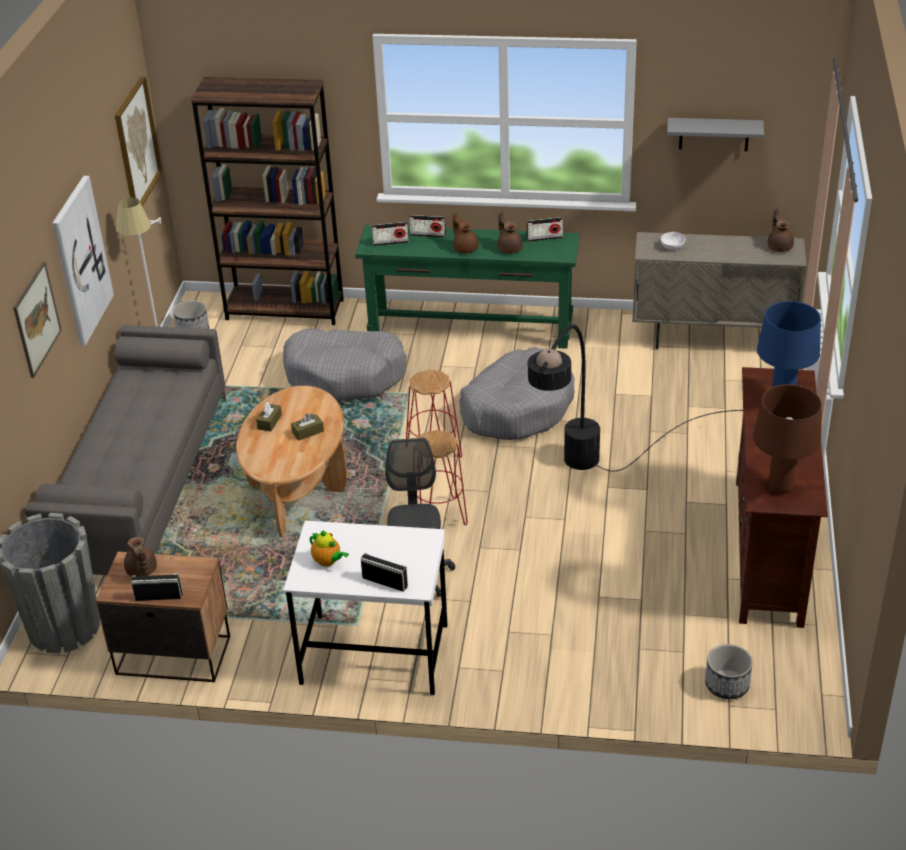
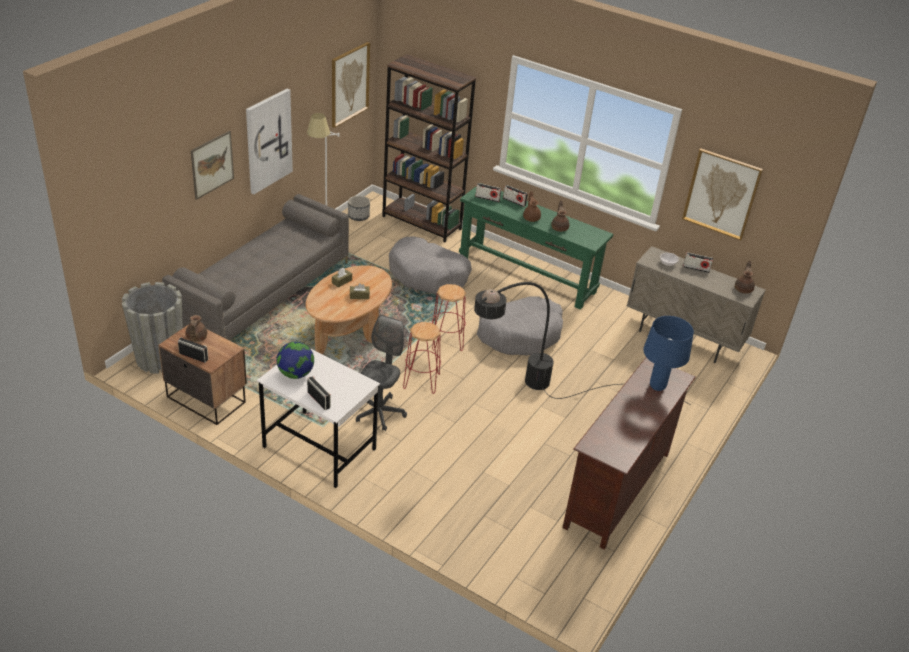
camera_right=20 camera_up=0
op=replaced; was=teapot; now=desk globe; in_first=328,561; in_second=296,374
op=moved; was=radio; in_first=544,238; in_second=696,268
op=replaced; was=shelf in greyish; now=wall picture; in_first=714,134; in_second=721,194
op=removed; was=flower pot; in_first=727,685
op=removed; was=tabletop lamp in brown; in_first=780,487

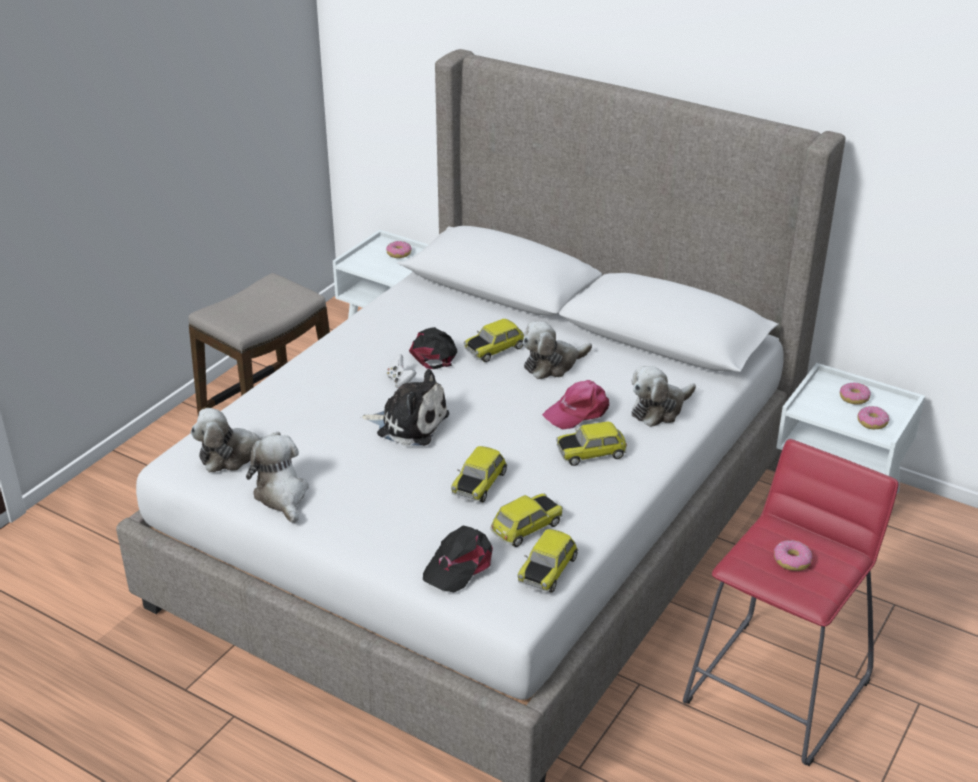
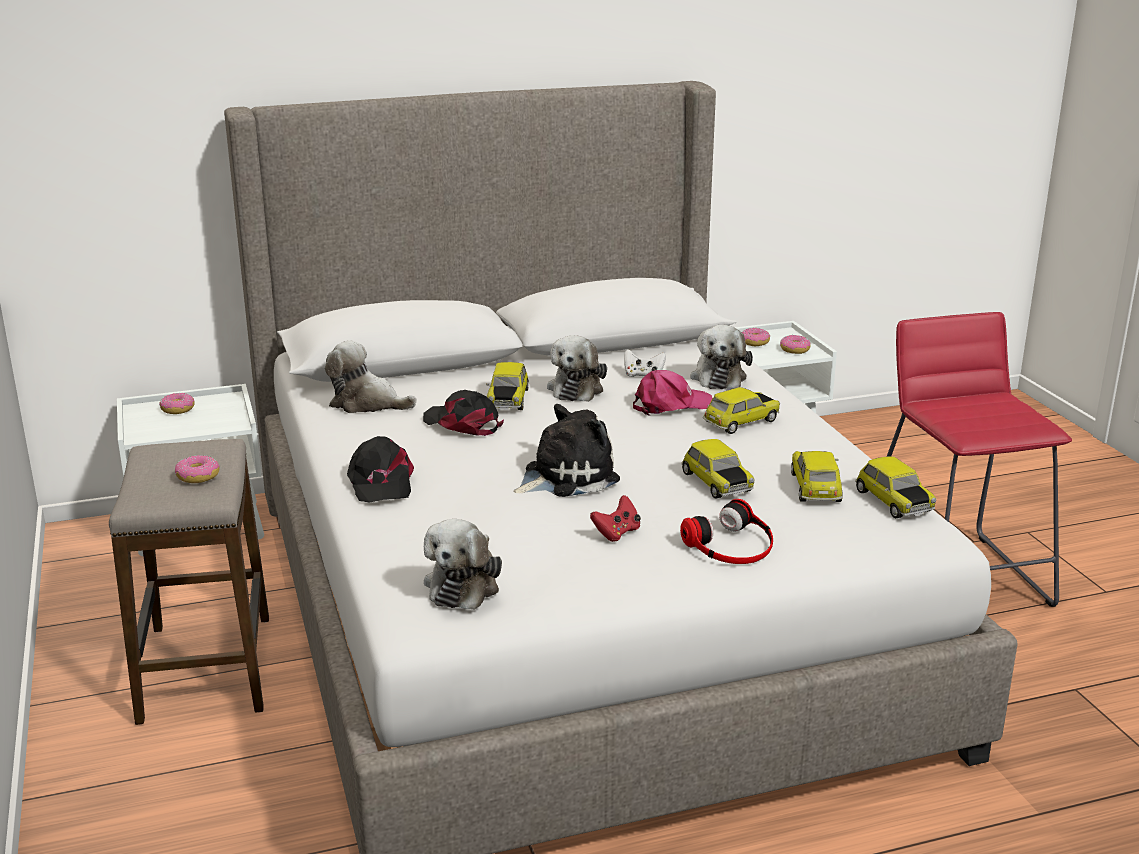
camera_right=-50 camera_up=-10
op=moved; was=plush toy; in_first=282,495; in_second=366,403
op=moved; was=joypad in whitish; in_first=400,381; in_second=643,375
op=moved; was=cap in blackish; in_first=459,565; in_second=380,482
op=turned; was=cap in pink-coloured; in_first=578,412; in_second=670,404; clockwise=-120
op=turned; was=toy car; in_first=591,452; in_second=741,422; clockwise=-150
op=moved; was=doughnut; in_first=791,561; in_second=197,476
op=added; now=joypad in red; in_second=617,533
op=added; now=headphones; in_second=731,545

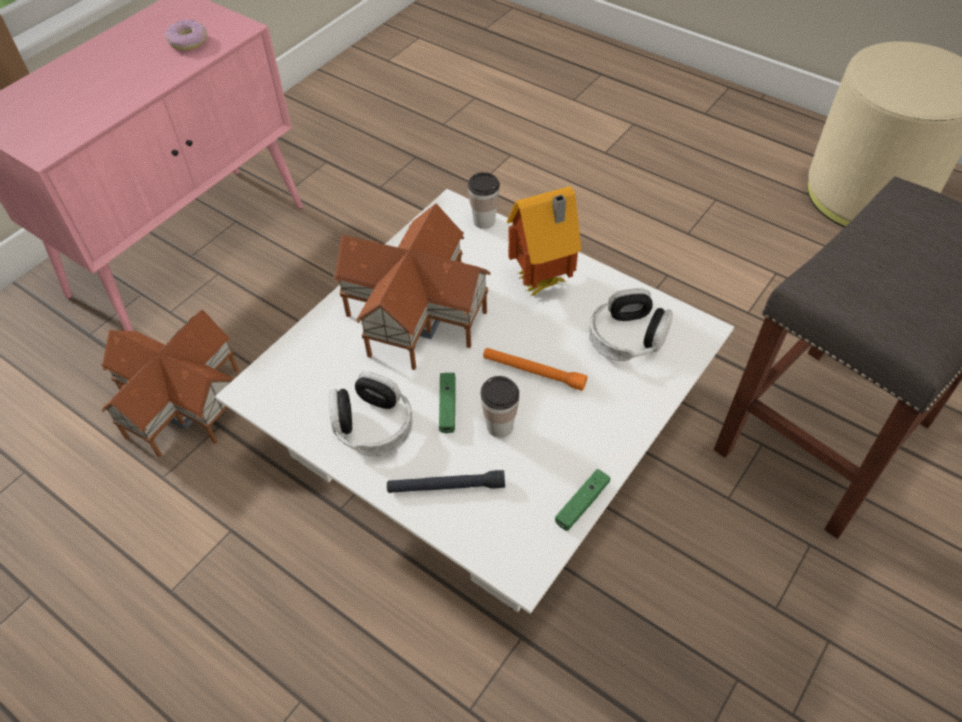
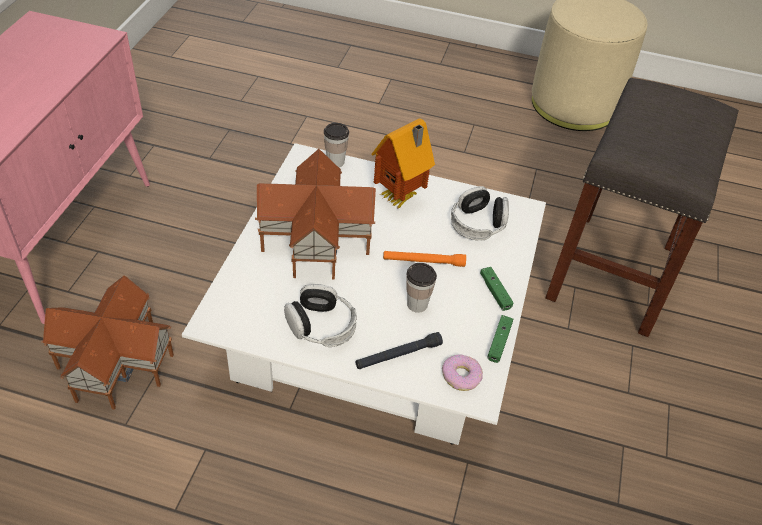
camera_right=-25 camera_up=-5
op=moved; was=doughnut; in_first=188,41; in_second=461,376
op=moved; was=joypad in green-coloured; in_first=447,406; in_second=495,292

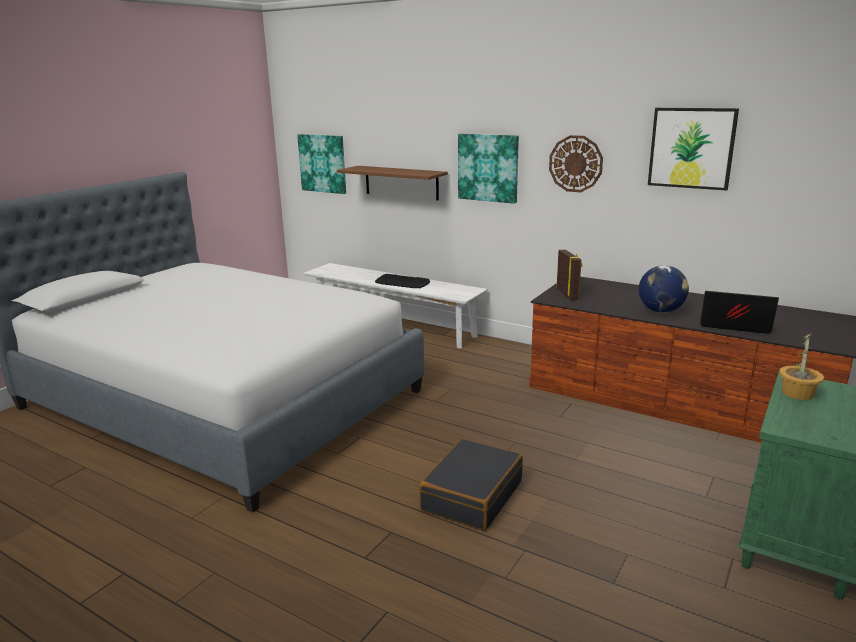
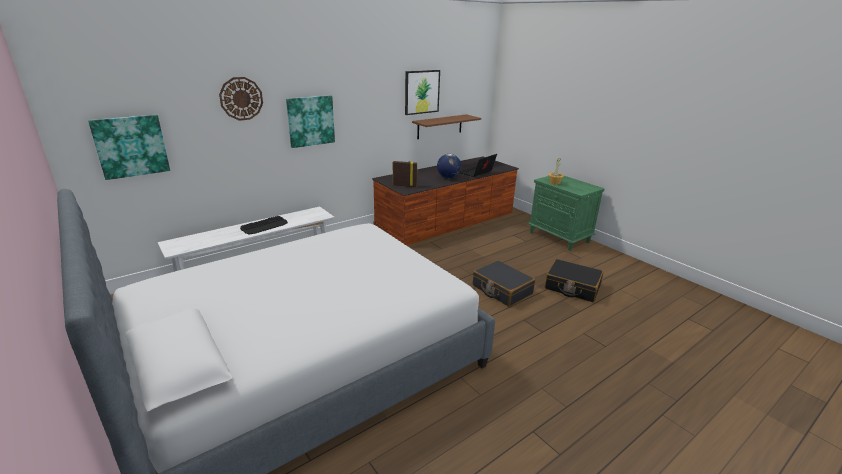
camera_right=-70 camera_up=5
op=moved; was=shelf in brown; in_first=401,182; in_second=439,126
op=moved; was=clock on the wall; in_first=575,163; in_second=241,98
op=added; now=travel case in blackish; in_second=572,287

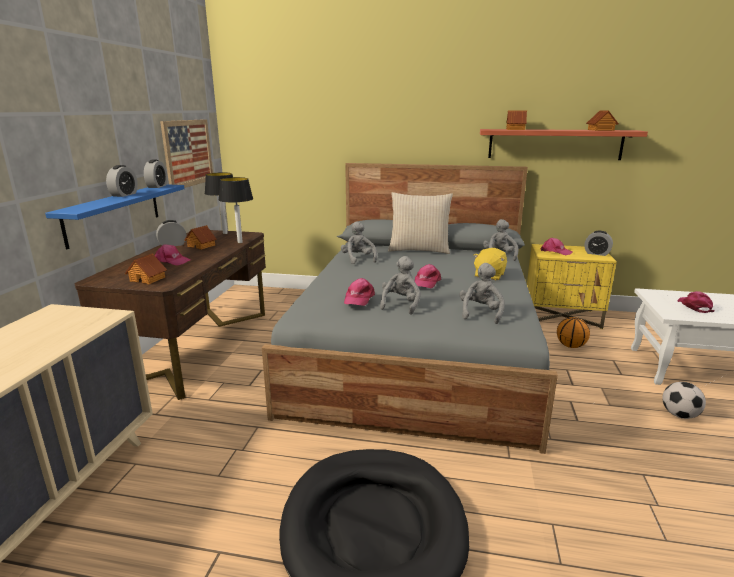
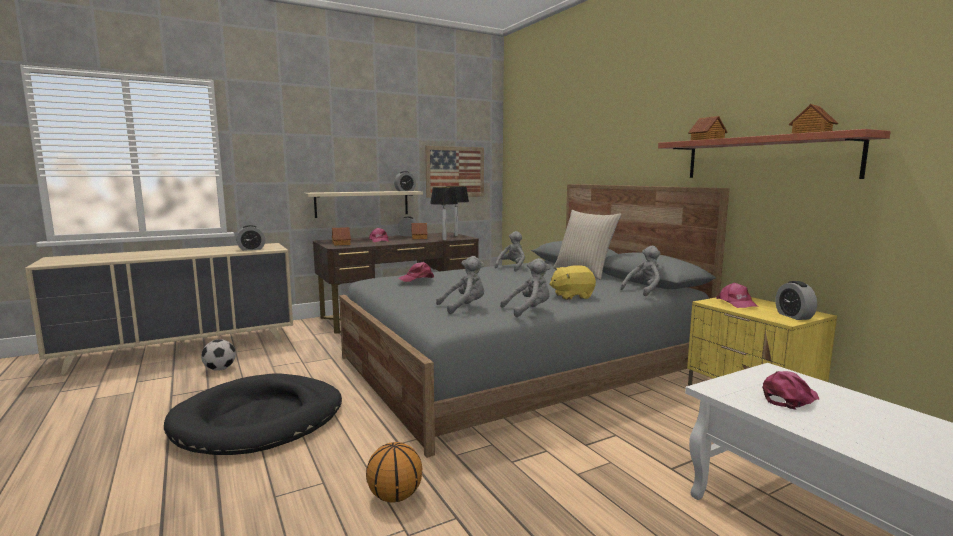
camera_right=50 camera_up=-10
op=recoloured; was=shelf in blue; now=shelf in sand-coloured; in_first=114,213; in_second=362,203
op=moved; was=table clock; in_first=124,195; in_second=251,249
op=moved; was=plush toy in greyish; in_first=400,304; in_second=529,310
op=removed; was=cap in pink-coloured; in_first=426,282
op=moved; was=ball for basketball; in_first=571,346; in_second=395,497
op=moved; was=football ball; in_first=679,415; in_second=220,369

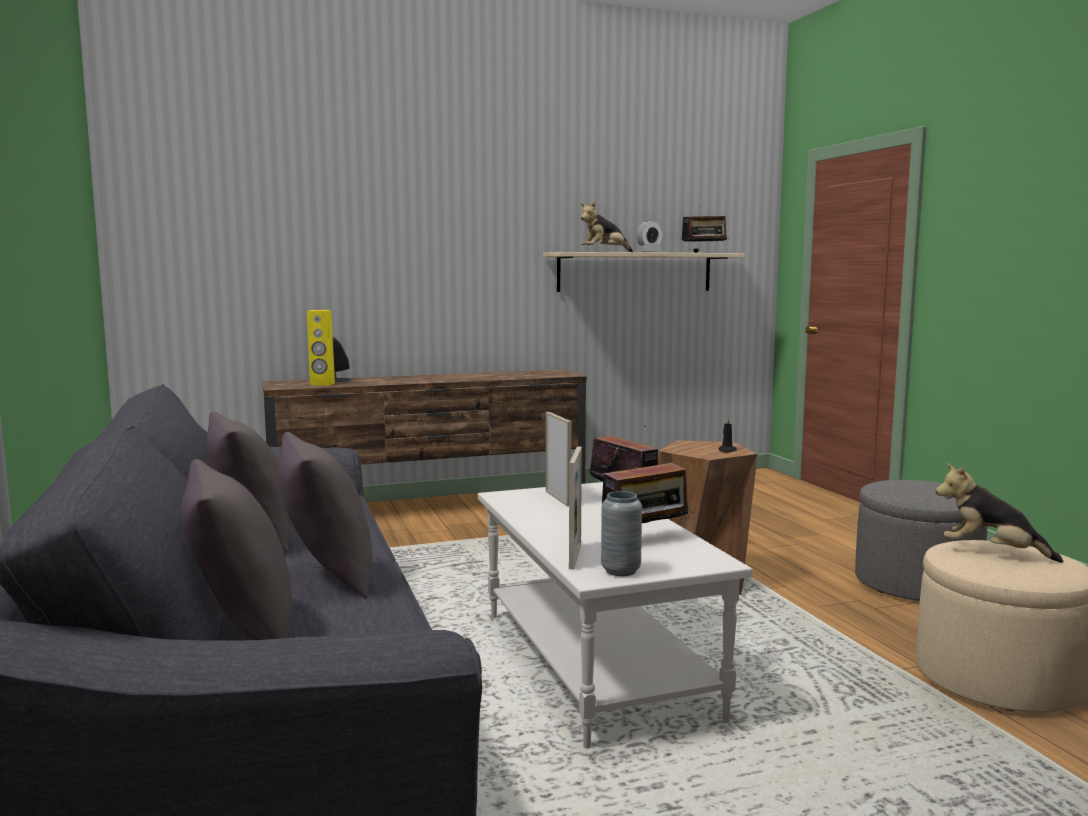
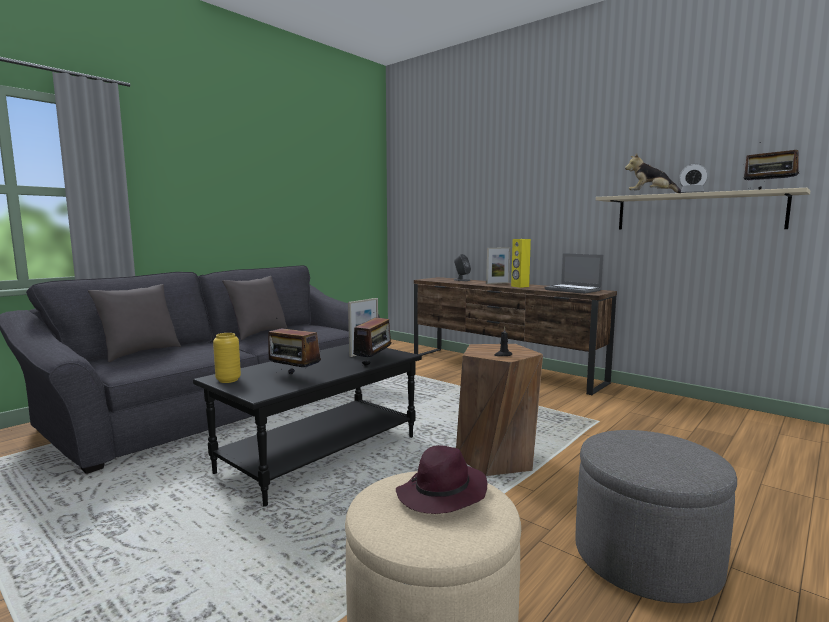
camera_right=60 camera_up=0
op=removed; was=throw pillow in greyish; in_first=327,577
op=moved; was=speaker in yellowish; in_first=322,384; in_second=519,286
op=recoloured; was=lounge table in whitish; now=lounge table in blackish; in_first=591,663; in_second=320,453
op=moved; was=picture frame; in_first=575,556; in_second=497,283
op=recoloured; was=decorative vase in greyish; now=decorative vase in yellowish; in_first=620,571; in_second=228,380
op=replaced; was=plush toy; now=hat in purple; in_first=991,553; in_second=442,495
op=added; now=portable computer; in_second=573,290

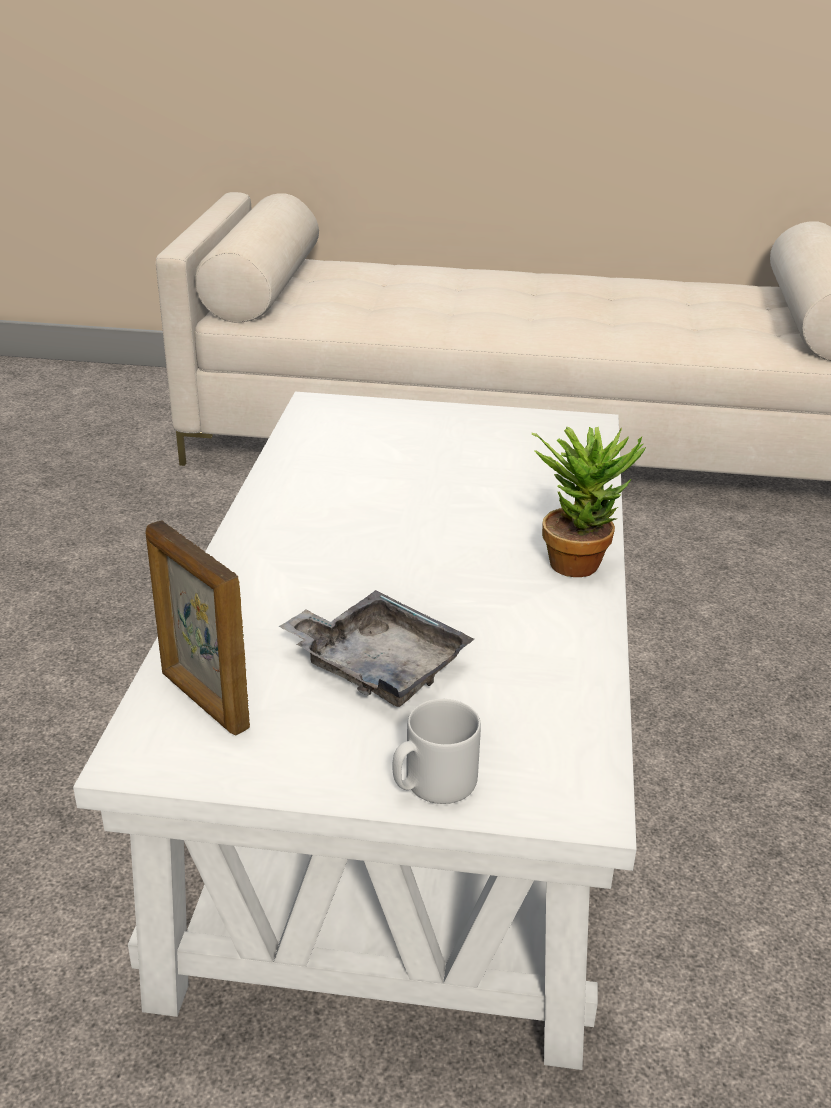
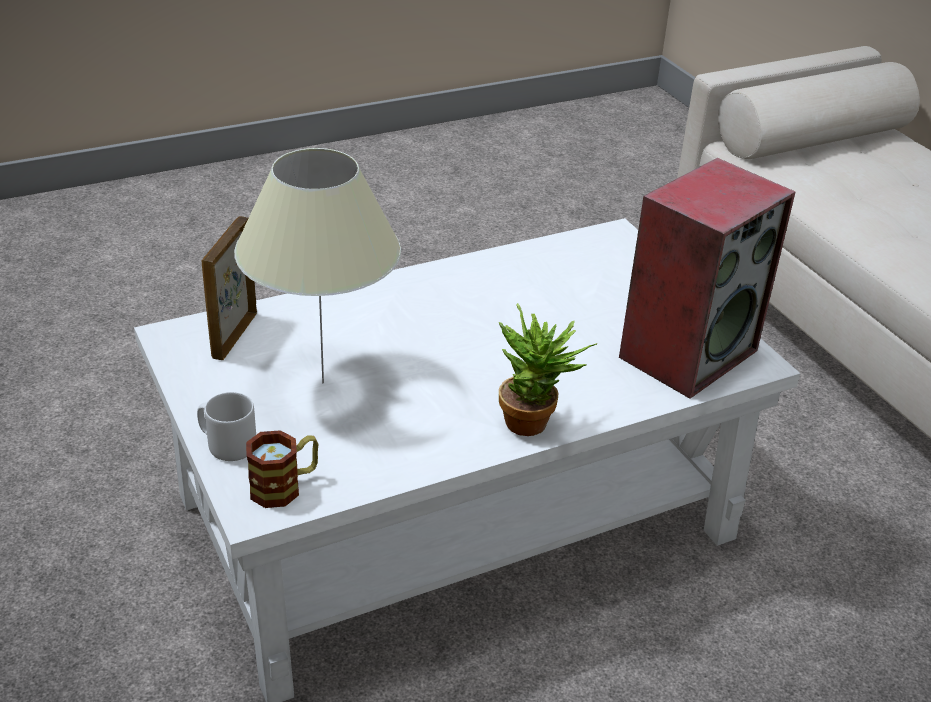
camera_right=55 camera_up=5
op=replaced; was=tray in greyish; now=tabletop lamp in sand-coloured; in_first=378,665; in_second=323,382
op=added; now=mug; in_second=285,486
op=added; now=speaker; in_second=688,352

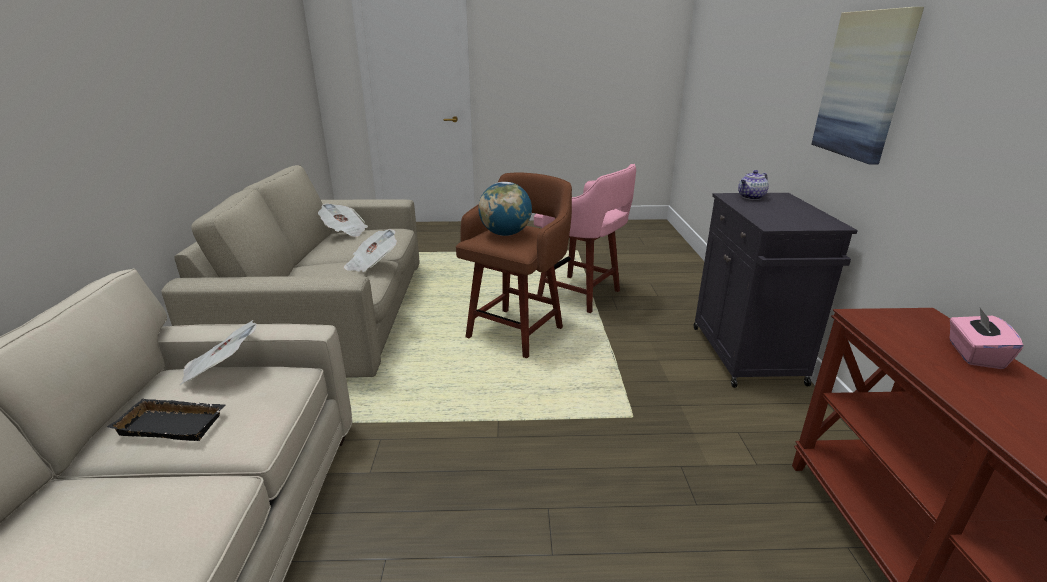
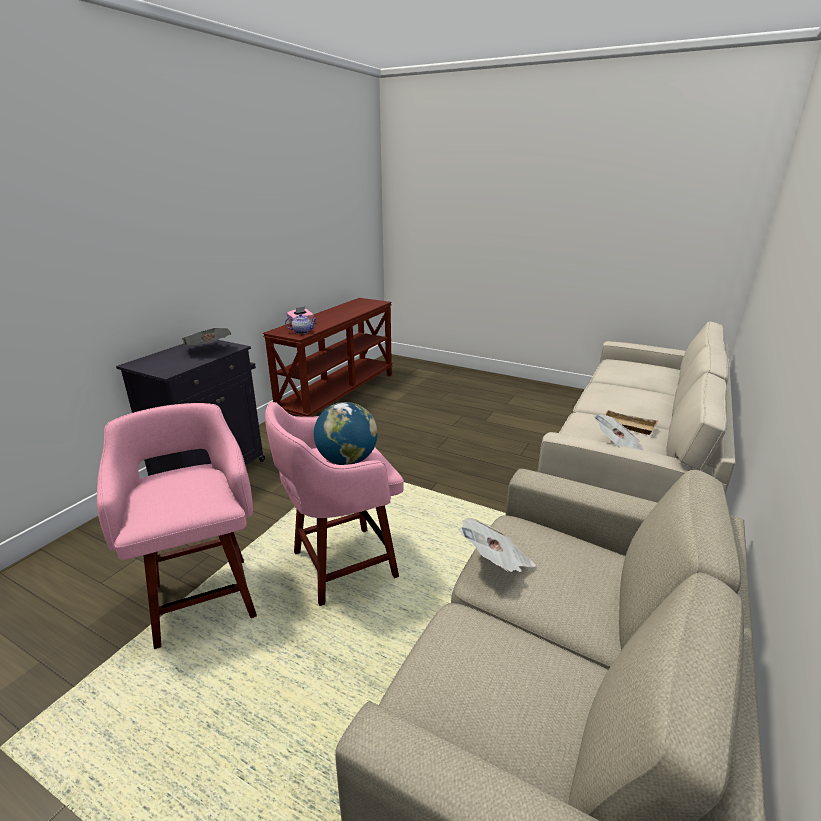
camera_right=-150 camera_up=0
op=recoloured; was=tray in blackish; now=tray in sand-coloured; in_first=175,423; in_second=627,426
op=moved; was=newspaper; in_first=345,231; in_second=209,350
op=recoloured; was=stool in brown; now=stool in pink-coloured; in_first=517,331; in_second=340,566
op=moved; was=teapot; in_first=751,197; in_second=302,332
op=removed; was=wall picture; in_first=863,85

